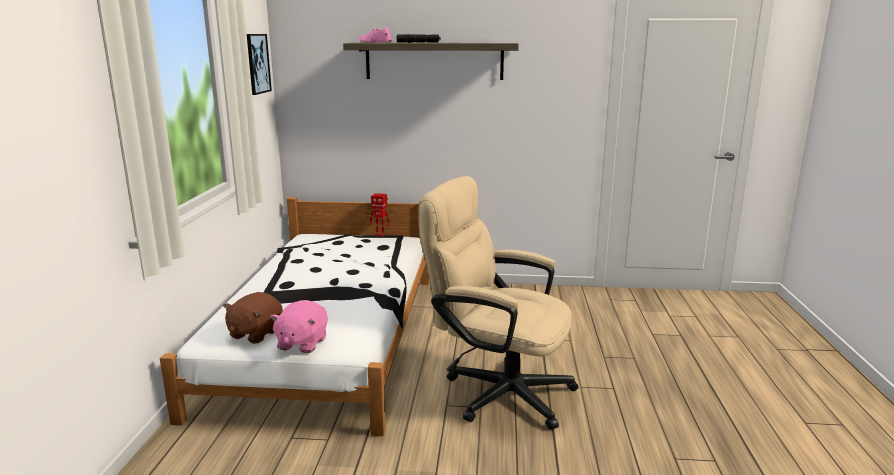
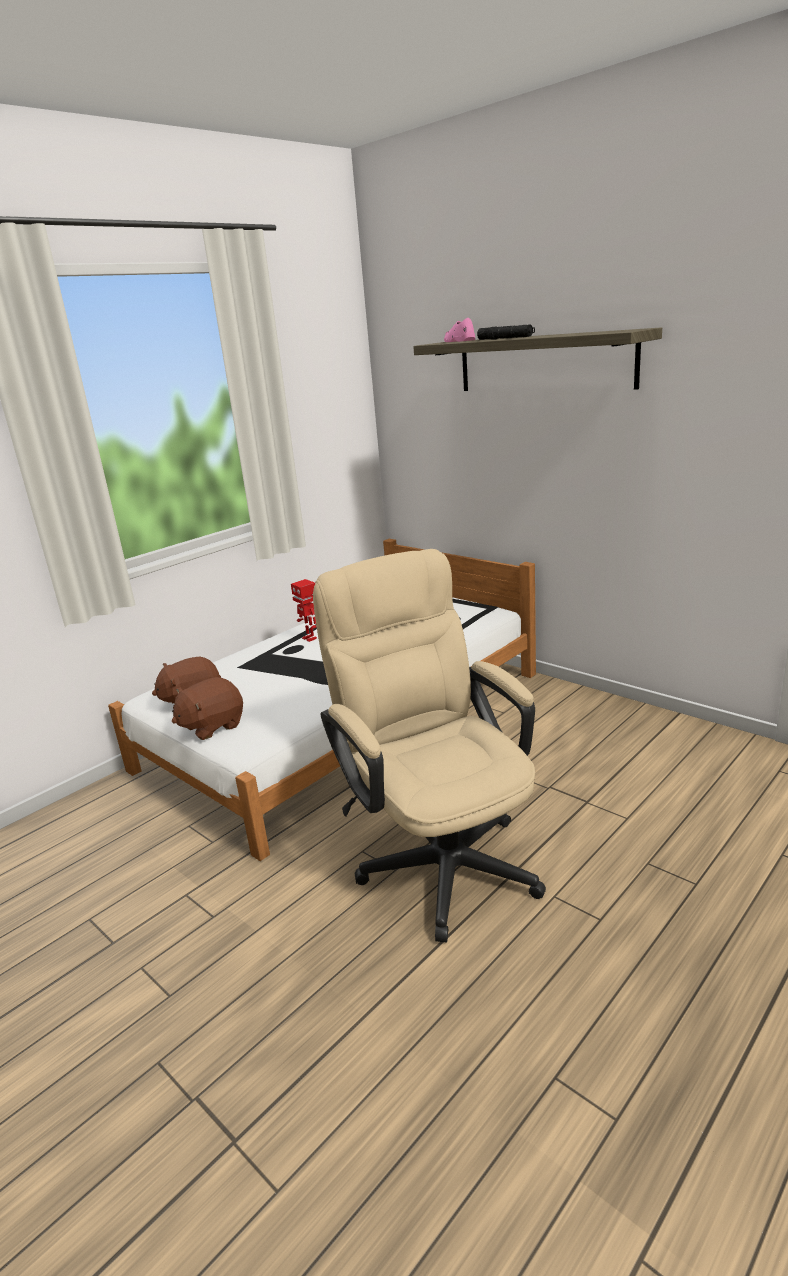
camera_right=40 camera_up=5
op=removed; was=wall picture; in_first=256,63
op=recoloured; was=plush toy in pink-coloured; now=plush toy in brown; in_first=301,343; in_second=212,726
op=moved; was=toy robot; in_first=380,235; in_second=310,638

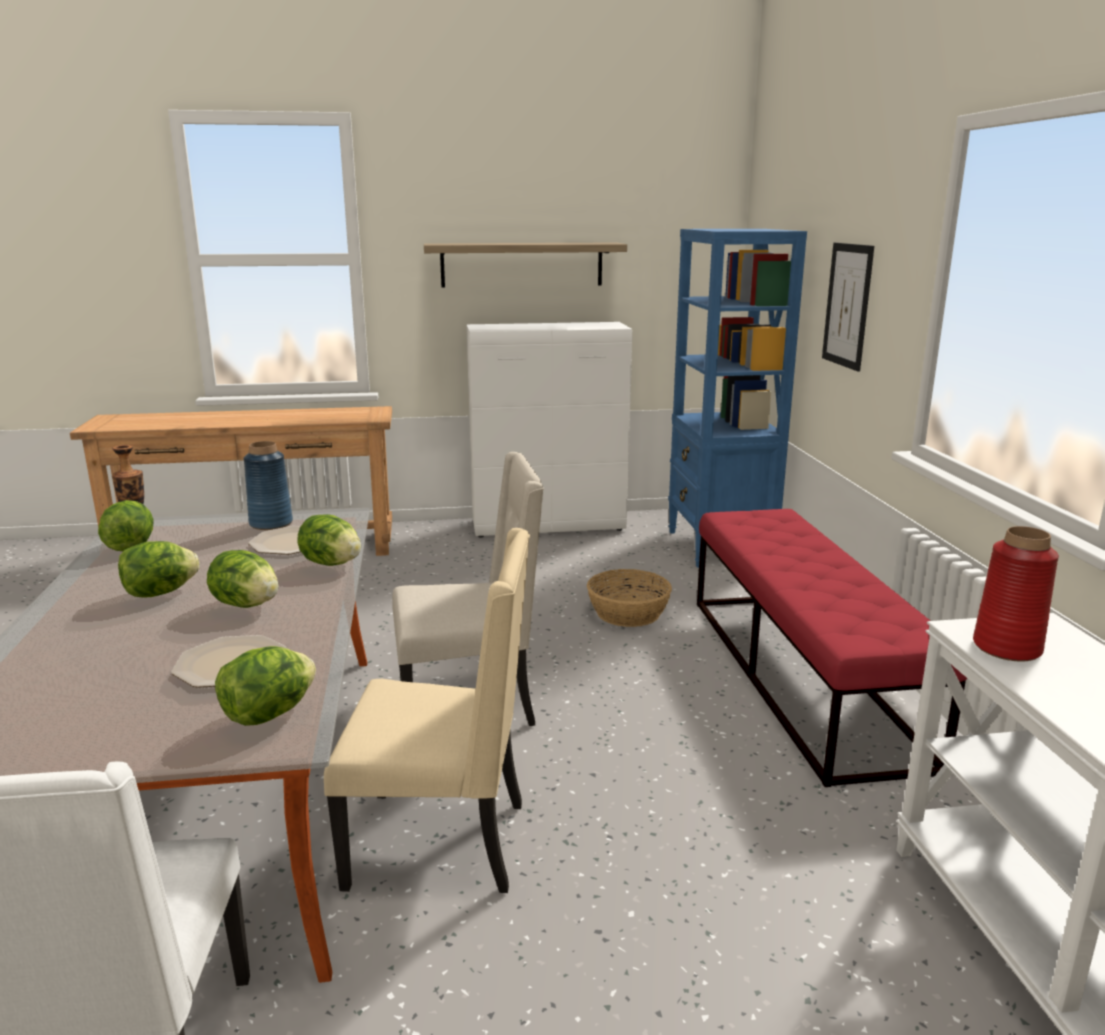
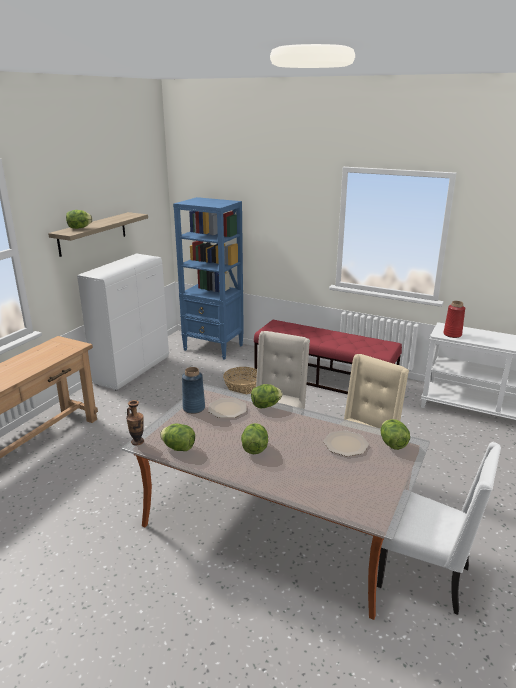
camera_right=-55 camera_up=5
op=moved; was=lettuce; in_first=246,605; in_second=79,228
op=removed; was=wall picture; in_first=847,305

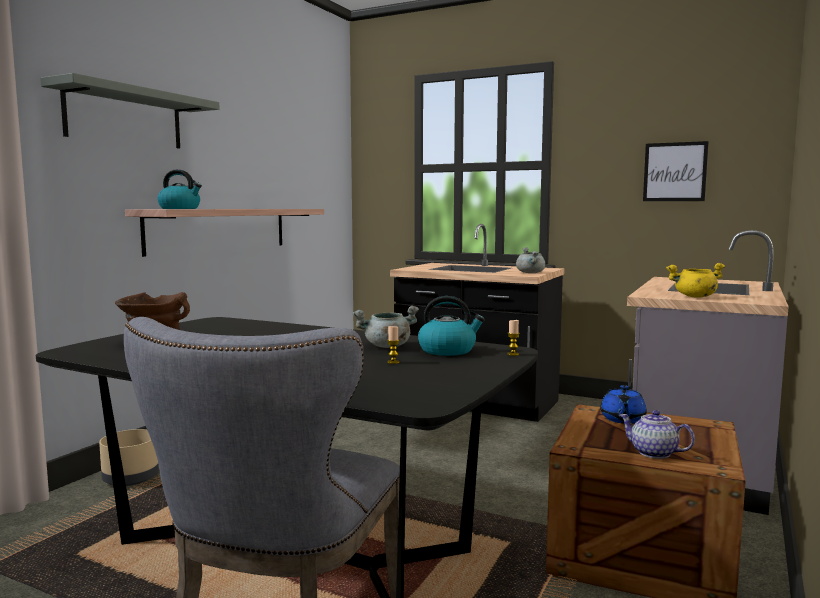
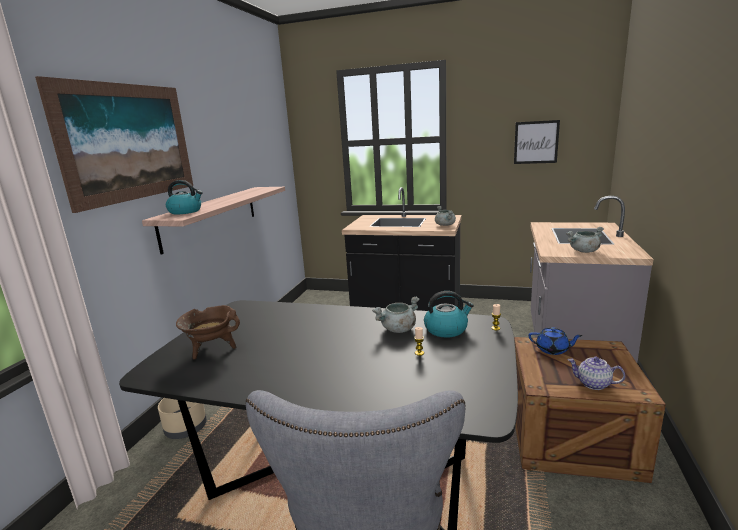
camera_right=-10 camera_up=10
op=replaced; was=shelf in greyish; now=wall picture; in_first=125,118; in_second=129,142
op=turned; was=teapot in blue; in_first=622,419; in_second=553,350; clockwise=-75
op=recoloured; was=stockpot in yellowish; now=stockpot in greyish; in_first=694,296; in_second=584,251

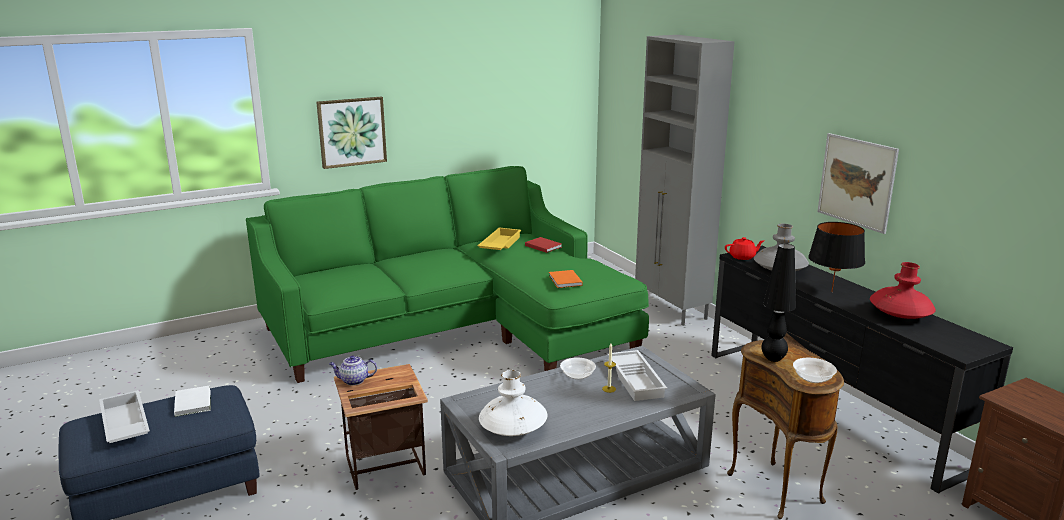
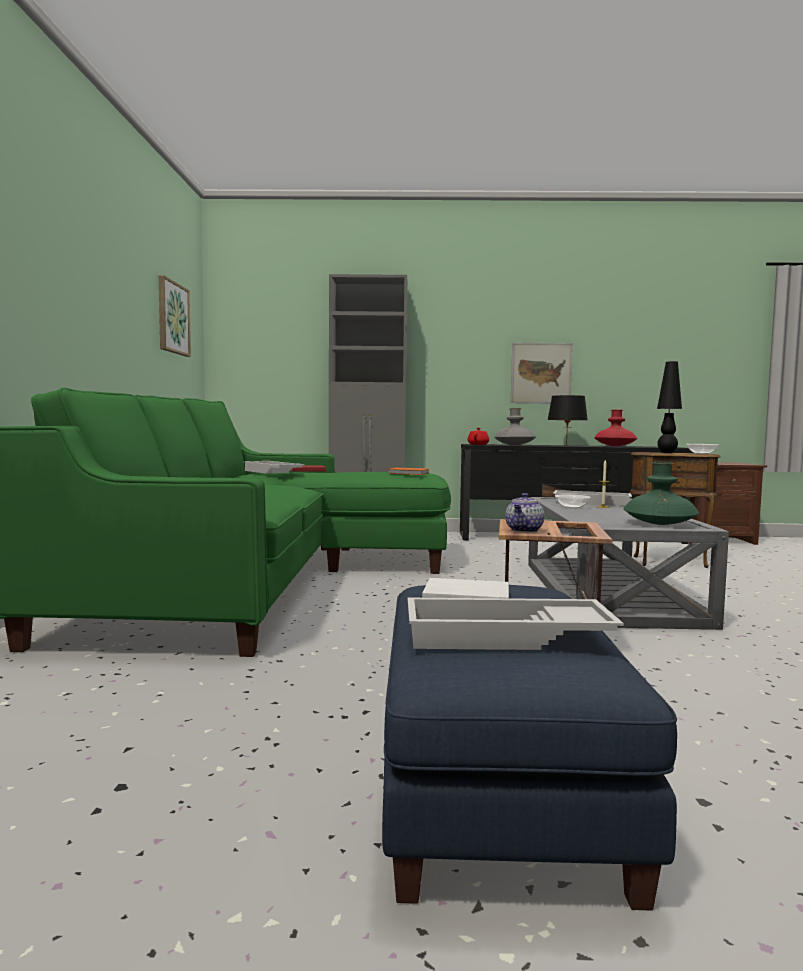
camera_right=-60 camera_up=-15
op=moved; was=wall picture; in_first=351,132; in_second=172,318
op=recoloured; was=tray in yellowish; now=tray in whitish; in_first=499,244; in_second=271,472
op=recoloured; was=decorative vase in whitish; now=decorative vase in green-coloured; in_first=513,427; in_second=659,524

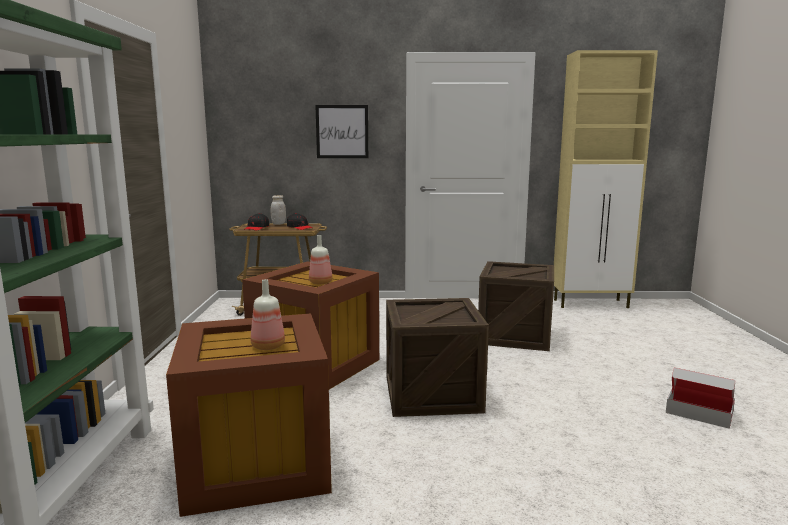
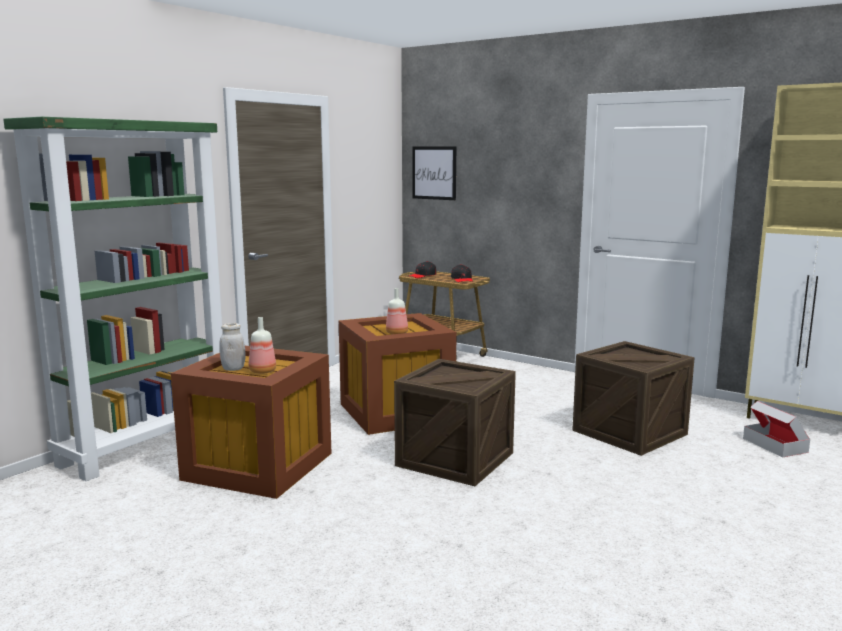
camera_right=35 camera_up=0
op=moved; was=storage jar in whitish; in_first=278,224; in_second=233,368
op=moved; was=wall picture; in_first=342,131; in_second=434,173
op=moved; was=packing box; in_first=699,413; in_second=775,445

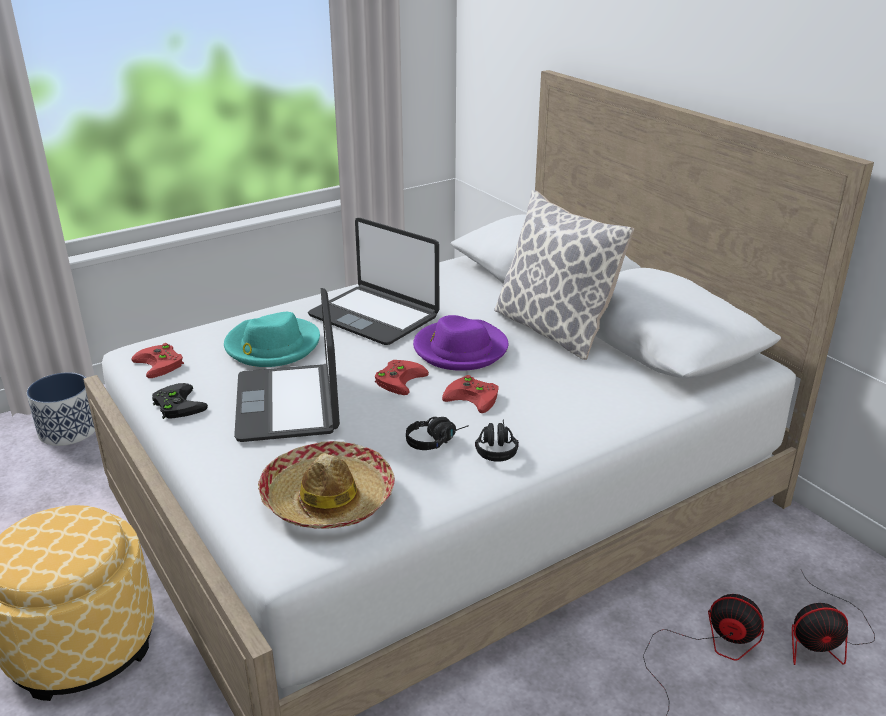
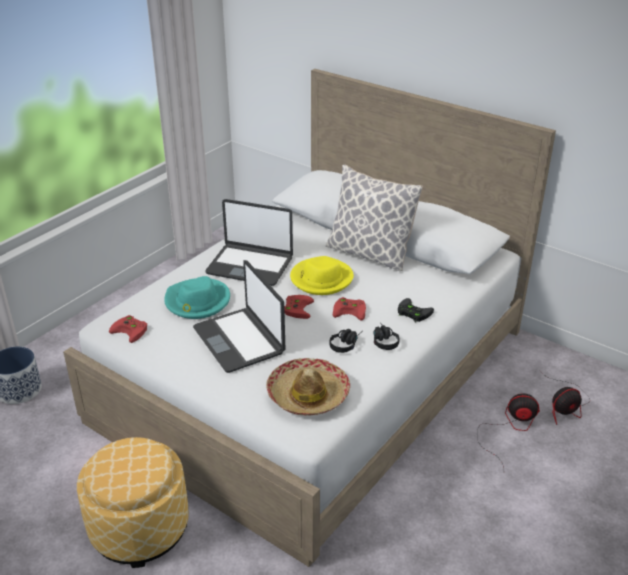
camera_right=-20 camera_up=5
op=moved; was=joypad in blackish; in_first=176,405; in_second=412,312
op=recoloured; was=hat in purple; now=hat in yellowish; in_first=460,349; in_second=321,279

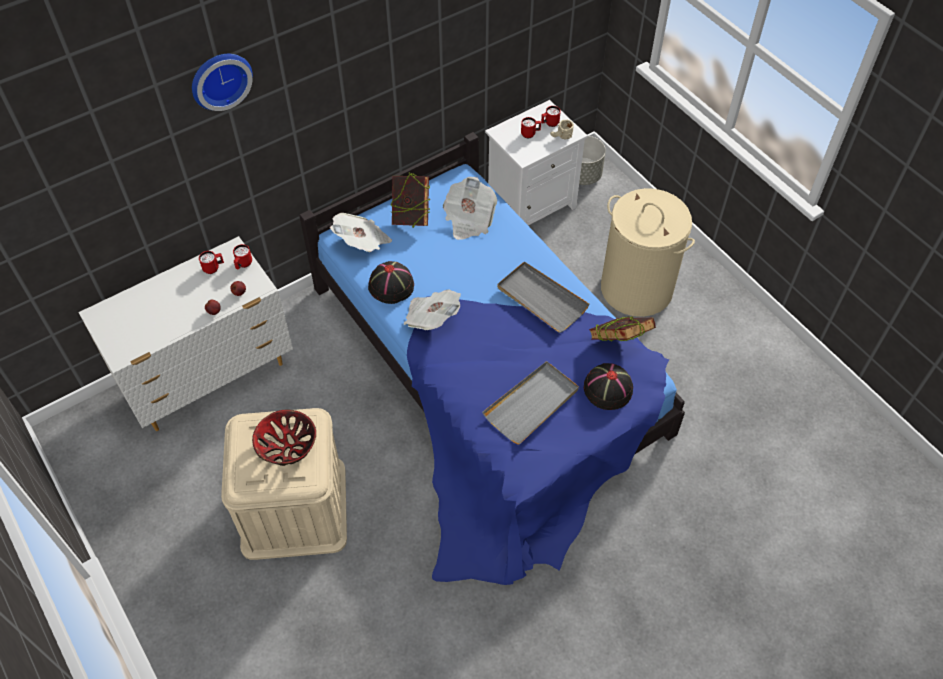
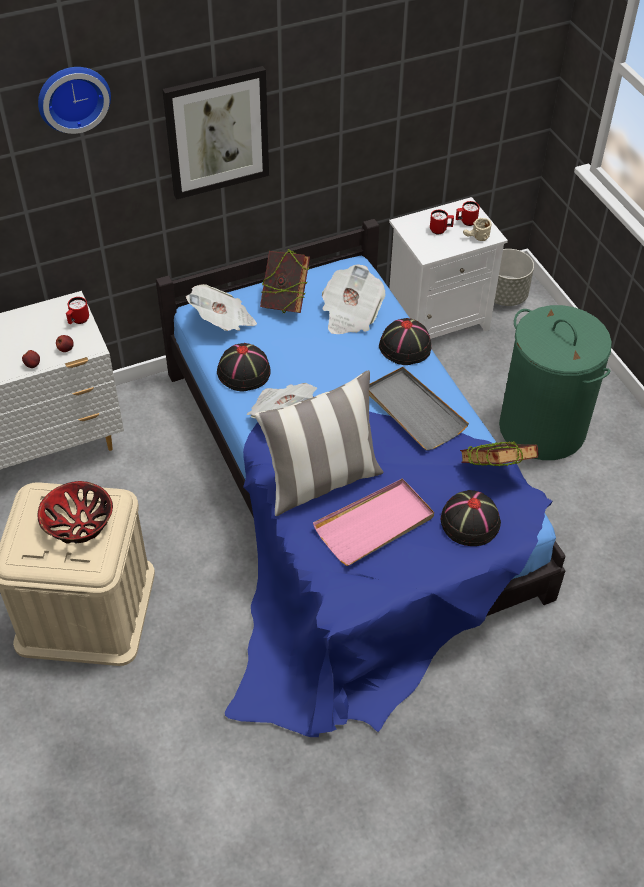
camera_right=10 camera_up=-5
op=removed; was=mug in red; in_first=214,268
op=recoloured; was=tray in greyish; now=tray in pink-coloured; in_first=532,404; in_second=375,524
op=recoloured; was=washing basket in sand-coloured; now=washing basket in green-coloured; in_first=636,288; in_second=541,428
op=added; now=wall picture; in_second=217,132
op=added; now=throw pillow; in_second=321,480
op=added; now=hat in blackish; in_second=405,347

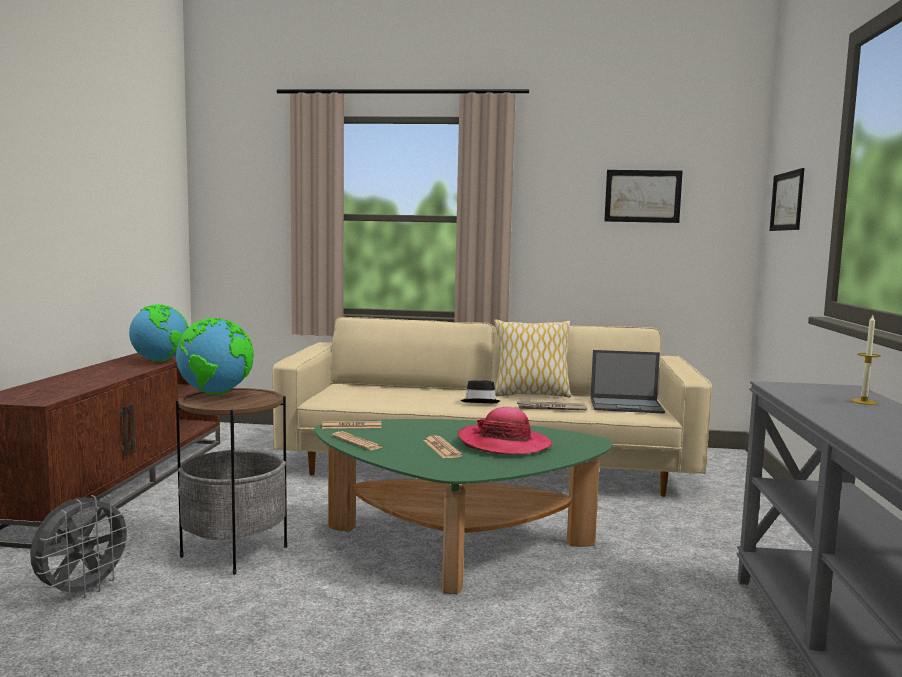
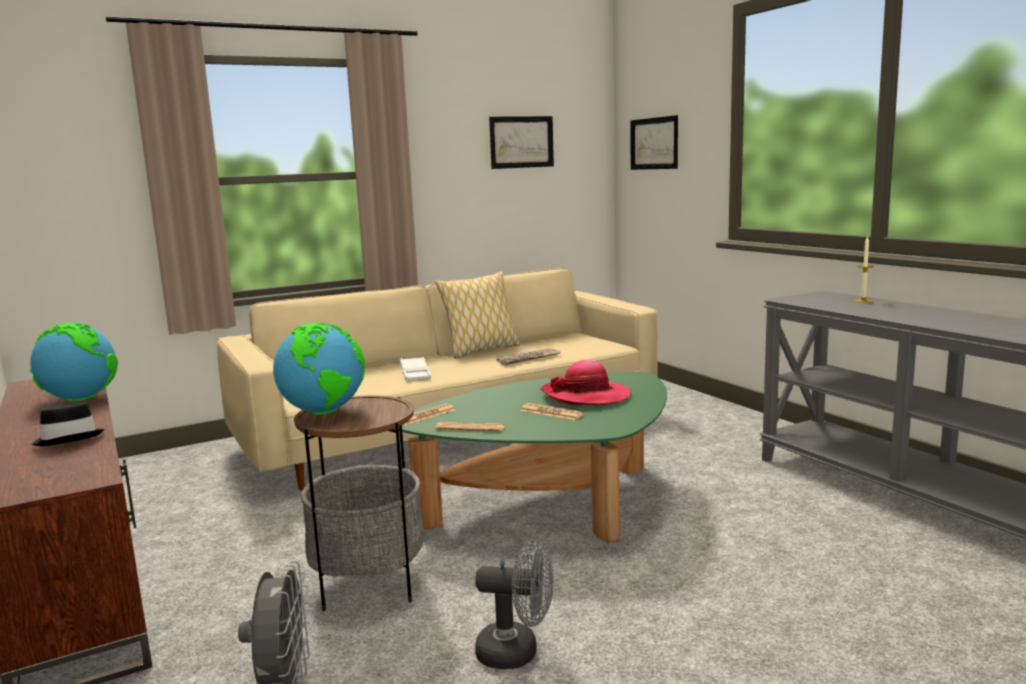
camera_right=-35 camera_up=5
op=moved; was=hat in blackish; in_first=480,402; in_second=69,438
op=removed; was=portable computer; in_first=627,406
op=added; now=tray in whitish; in_second=415,373
op=added; now=fan in greyish; in_second=517,652

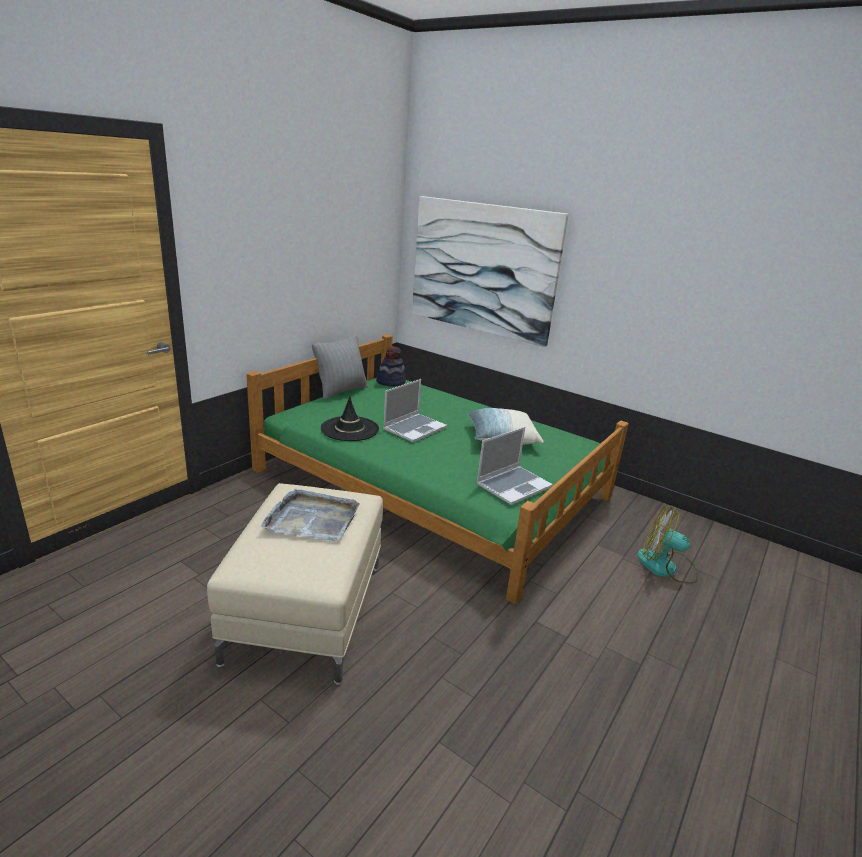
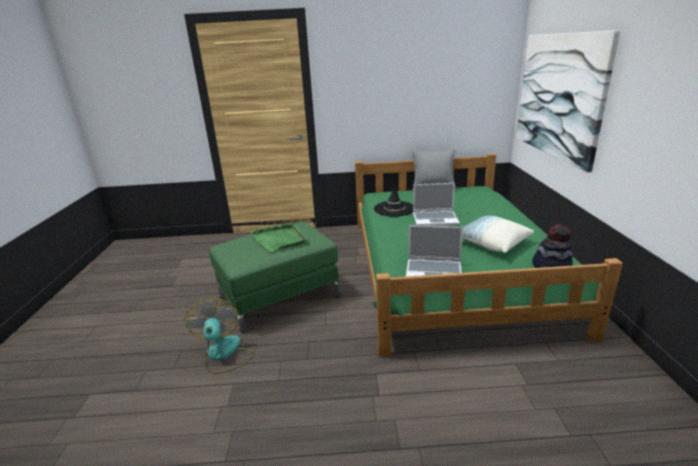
camera_right=55 camera_up=0
op=recoloured; was=ottoman in sand-coloured; now=ottoman in green-coloured; in_first=305,610; in_second=279,296
op=recoloured; was=tray in greyish; now=tray in green-coloured; in_first=312,518; in_second=280,239
op=moved; was=hat; in_first=391,382; in_second=551,266
op=moved; was=fan; in_first=666,567; in_second=224,354

